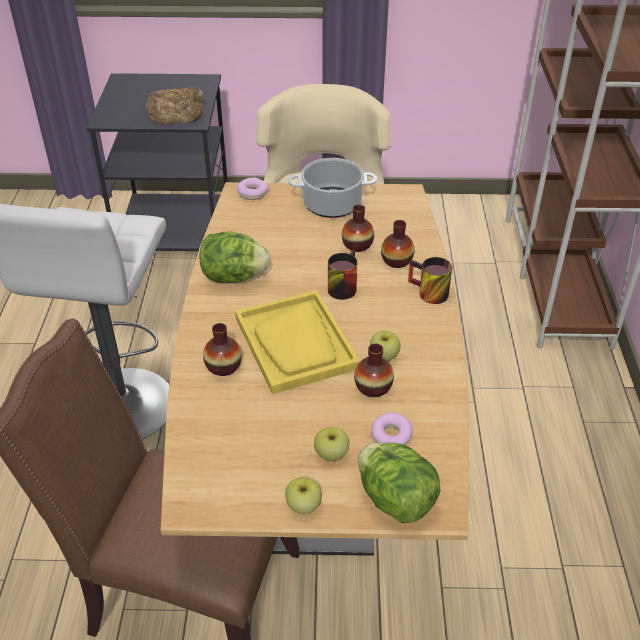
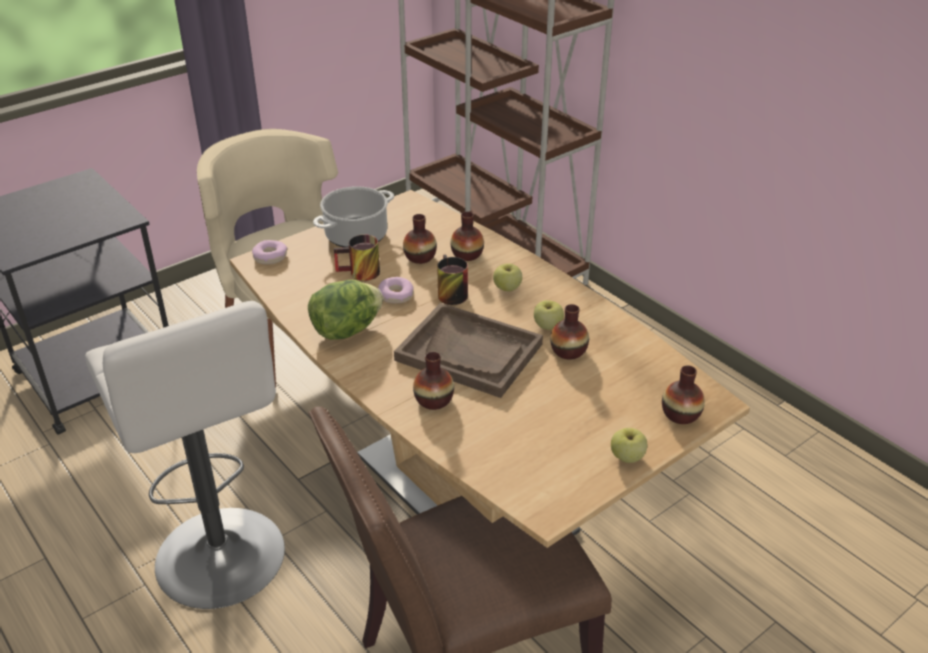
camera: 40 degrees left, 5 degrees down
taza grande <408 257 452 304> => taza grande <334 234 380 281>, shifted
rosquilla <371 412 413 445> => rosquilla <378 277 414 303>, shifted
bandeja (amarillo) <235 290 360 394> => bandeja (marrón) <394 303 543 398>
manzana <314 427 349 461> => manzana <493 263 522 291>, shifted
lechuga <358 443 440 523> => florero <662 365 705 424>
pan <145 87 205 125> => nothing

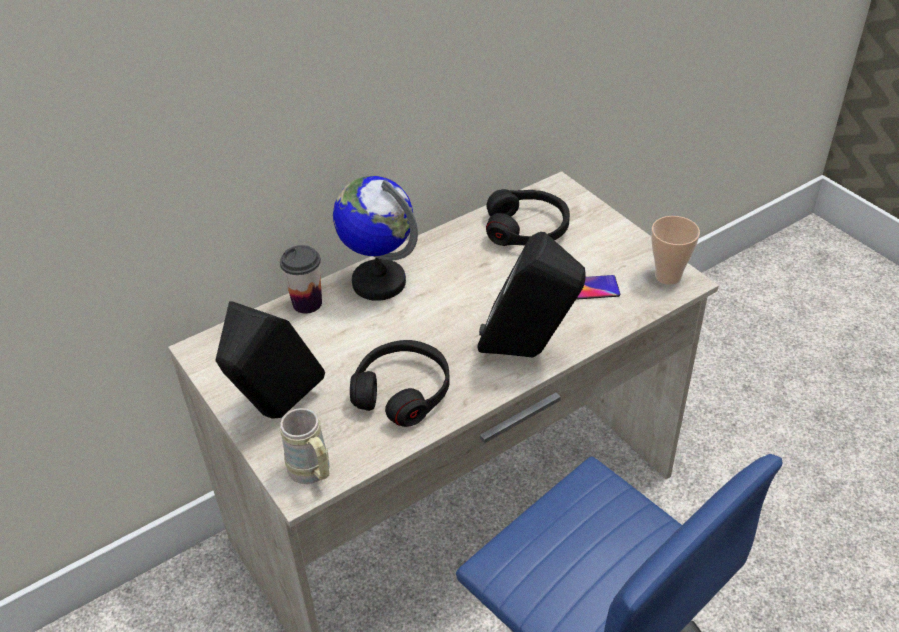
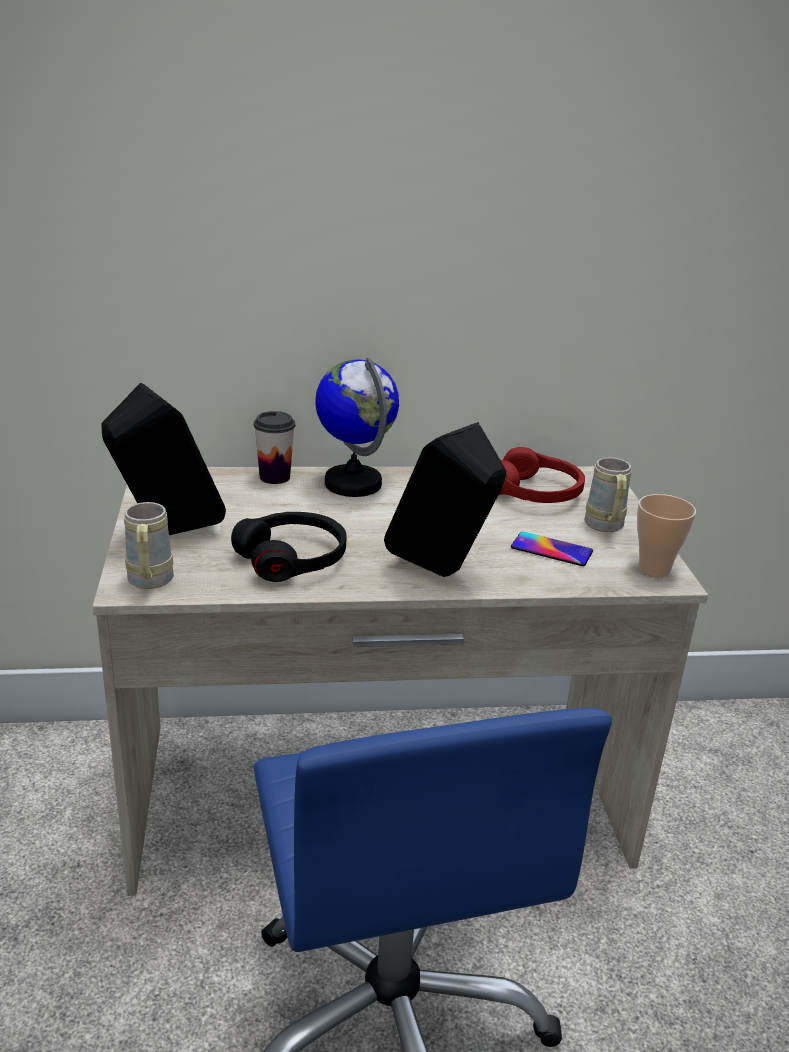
camera: 25 degrees right, 15 degrees down
auriculares (negro) <486 189 570 246> => auriculares (rojo) <499 447 585 503>
nothing => taza grande (beis) <585 457 631 532>

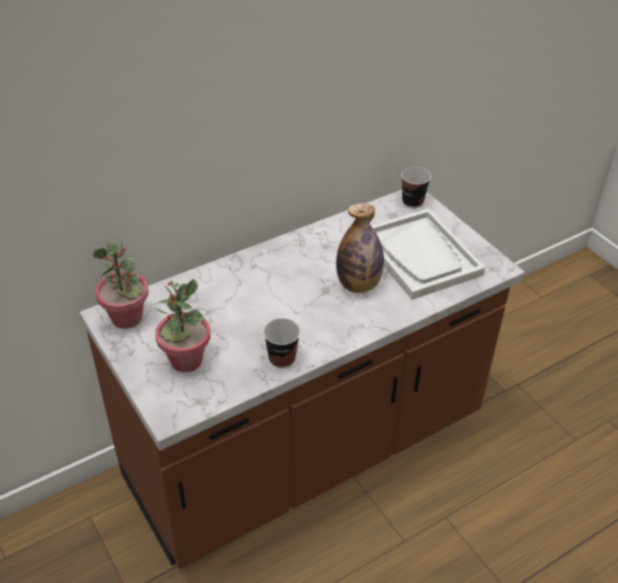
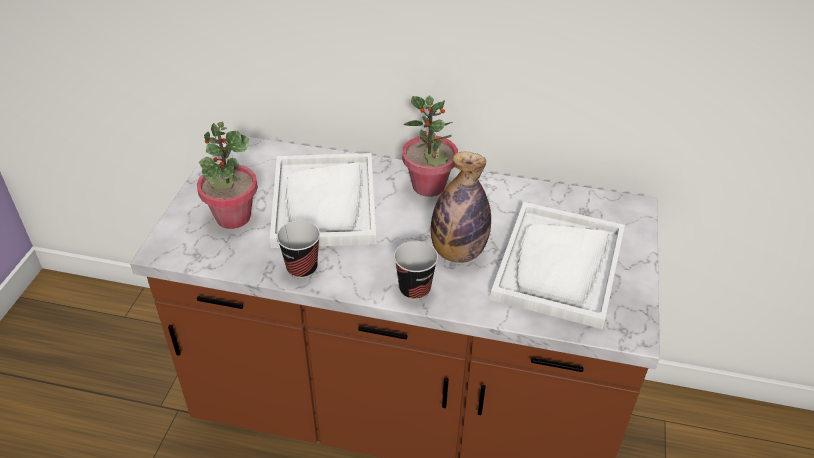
camera: 45 degrees right, 0 degrees up
nothing => bandeja (blanco) <270 153 376 248>
taza <401 167 431 208> => taza <394 241 438 300>, shifted
planta en maceta <93 241 148 329> => planta en maceta <402 96 458 197>, shifted

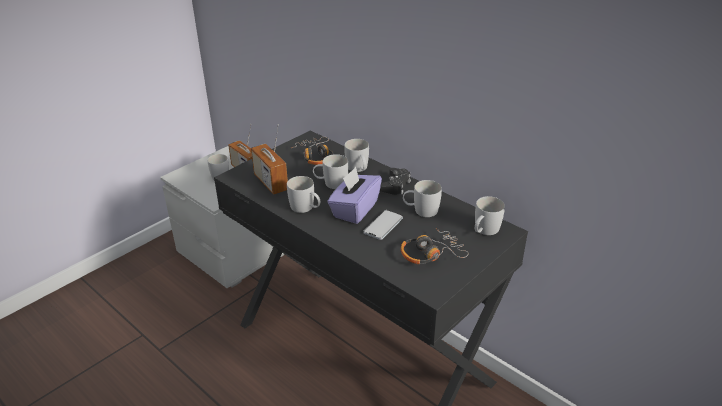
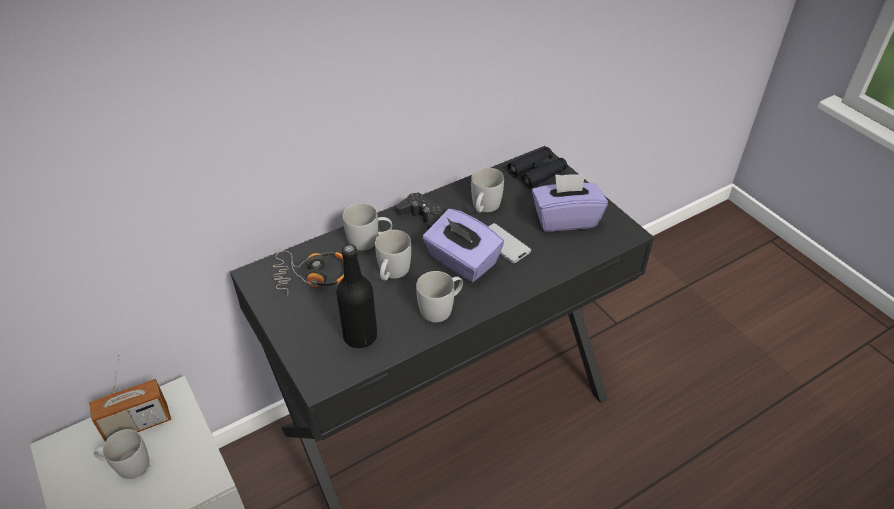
camera: 75 degrees left, 10 degrees up
radio <251 124 288 195> => botella (negro) <336 244 377 348>
taza grande (blanco) <475 196 505 235> => prismáticos (negro) <507 147 567 189>
auriculares <401 228 469 264> => caja de pañuelos (morado) <532 173 608 232>

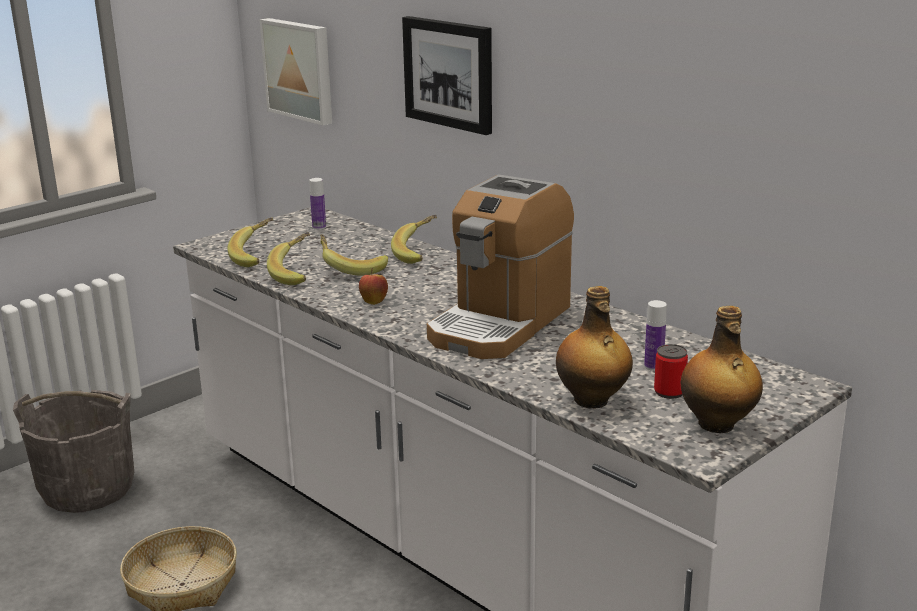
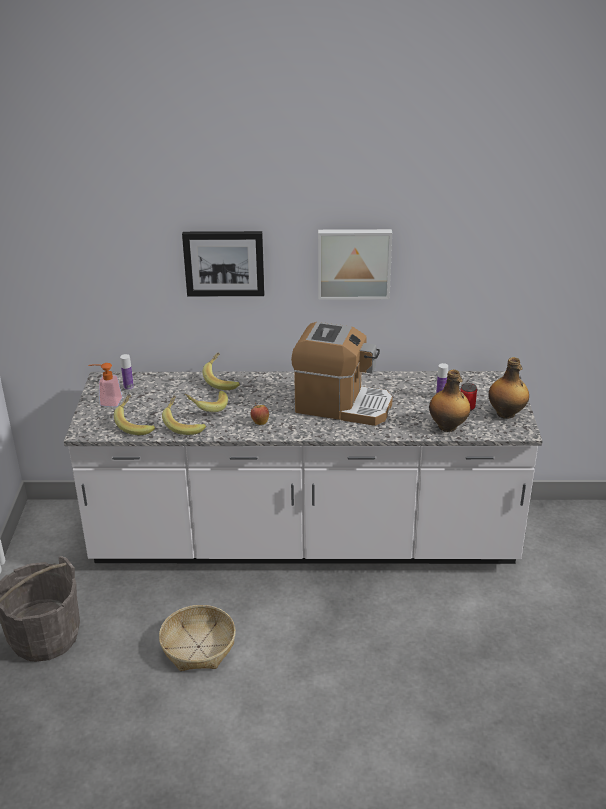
camera: 45 degrees left, 10 degrees up
nothing => dispensador de jabón <88 363 122 407>
cafetera <427 174 574 359> => cafetera <291 322 393 426>, 60 degrees counterclockwise
cuadro <260 18 332 125> => cuadro <318 229 392 300>, shifted

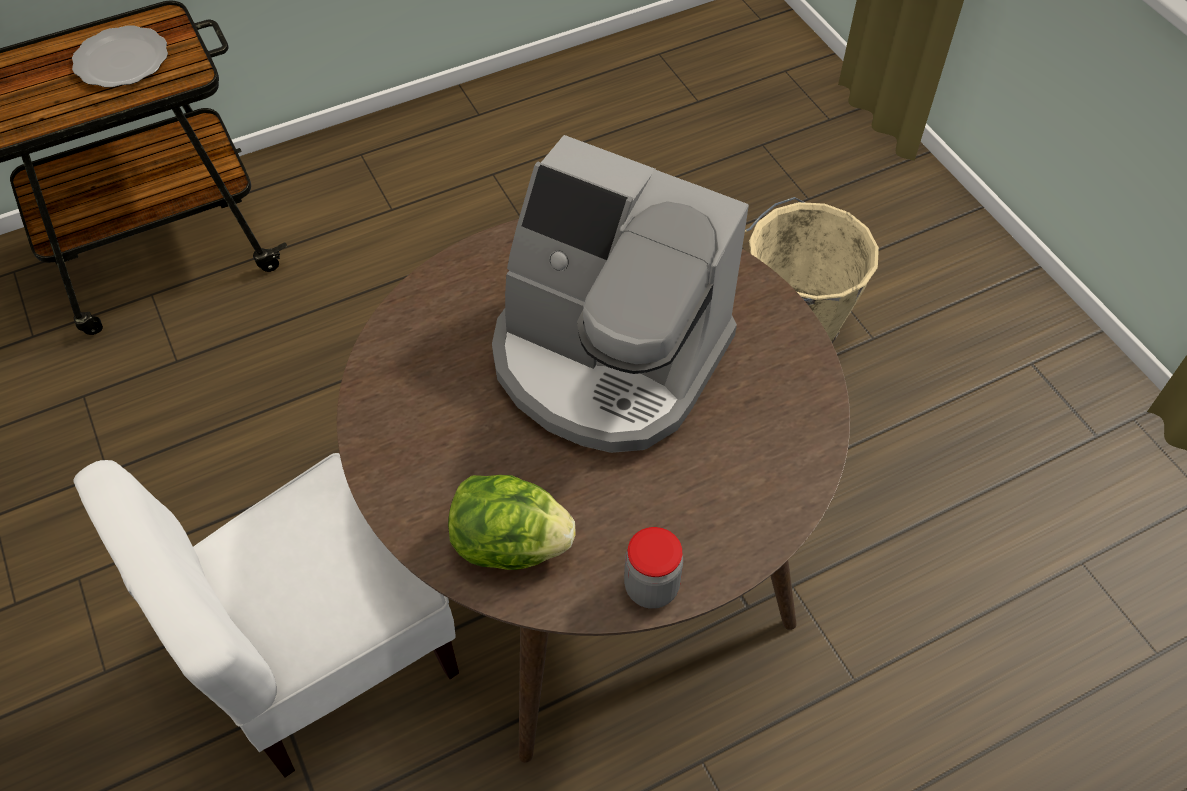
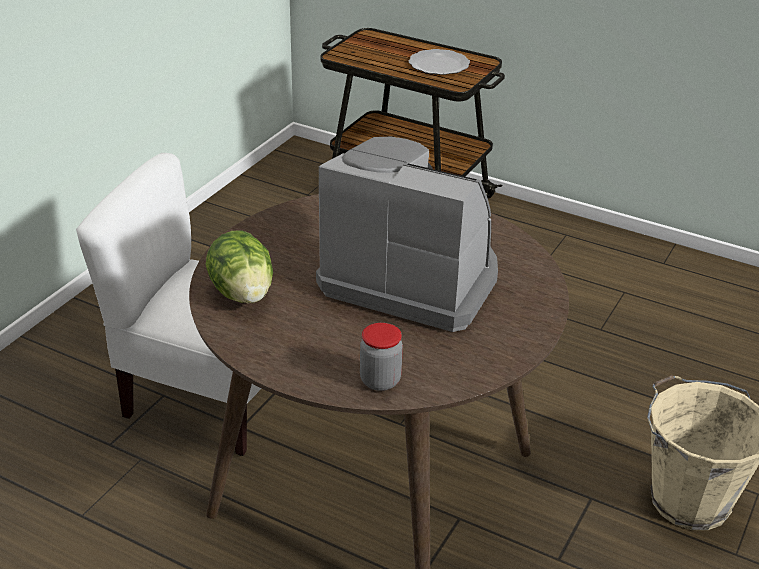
camera: 55 degrees right, 20 degrees down
cafetera <492 135 749 453> => cafetera <316 137 498 332>, 120 degrees clockwise
tarro <624 527 683 609> => tarro <360 323 403 391>, shifted

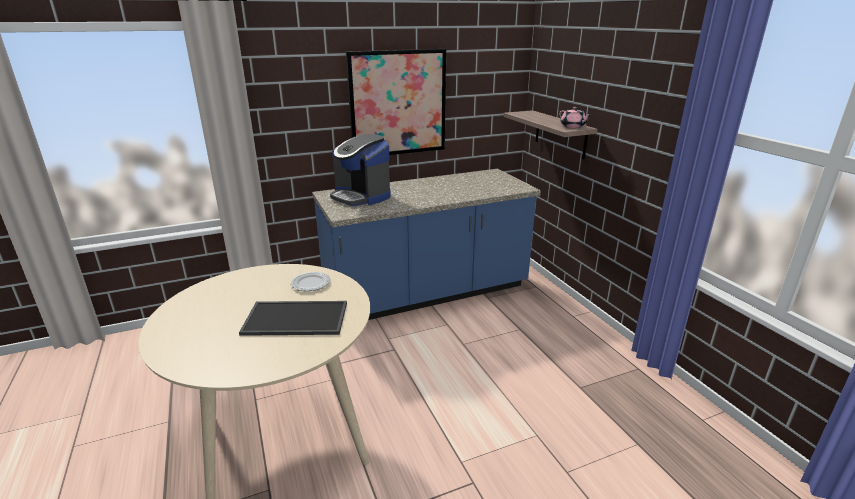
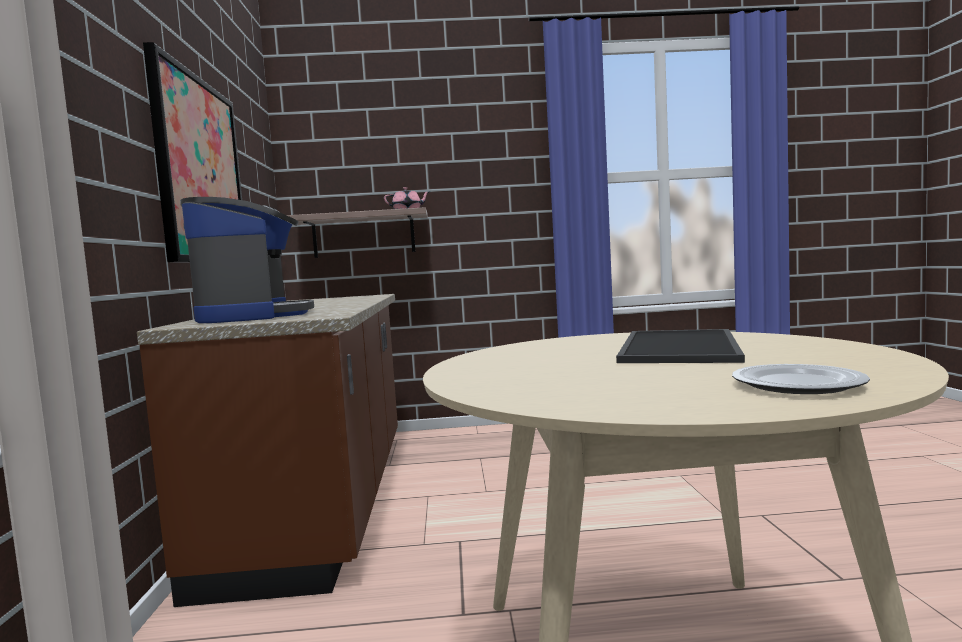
camera: 70 degrees left, 20 degrees down
mueble bajo de cocina (azul) <312 169 541 320> => mueble bajo de cocina (marrón) <137 294 398 607>
cafetera <330 134 391 206> => cafetera <180 197 314 323>, 75 degrees counterclockwise
plato <291 272 330 291> => plato <732 364 870 394>, shifted

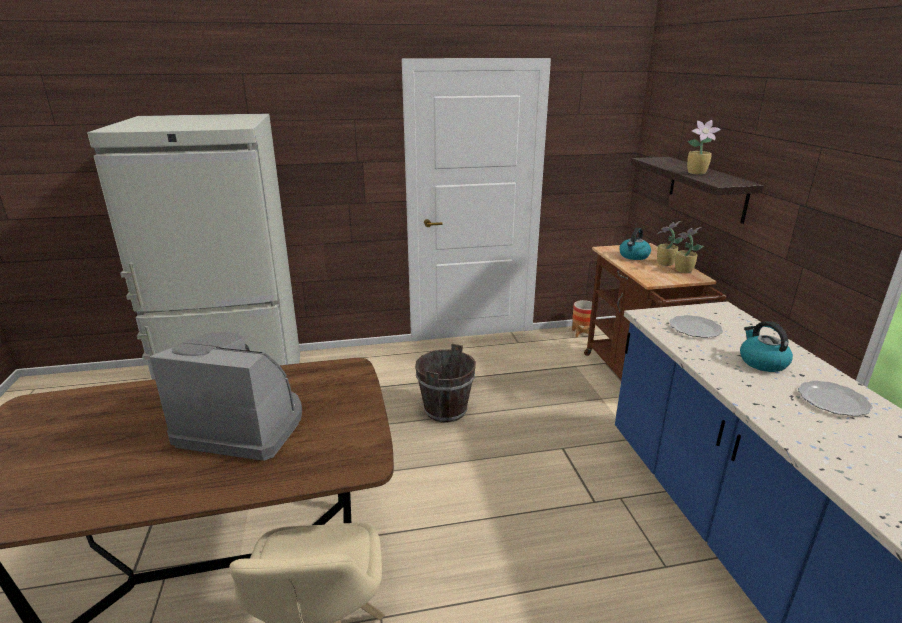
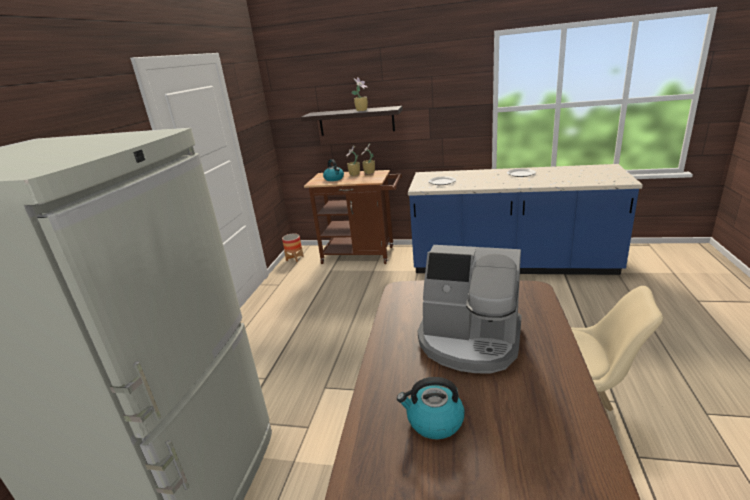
camera: 65 degrees left, 0 degrees up
hervidor <740 321 793 372> => hervidor <397 377 464 439>, shifted
cafetera <150 332 302 461> => cafetera <418 245 522 373>, 105 degrees counterclockwise
cubo (marrón) <415 344 476 422> => nothing

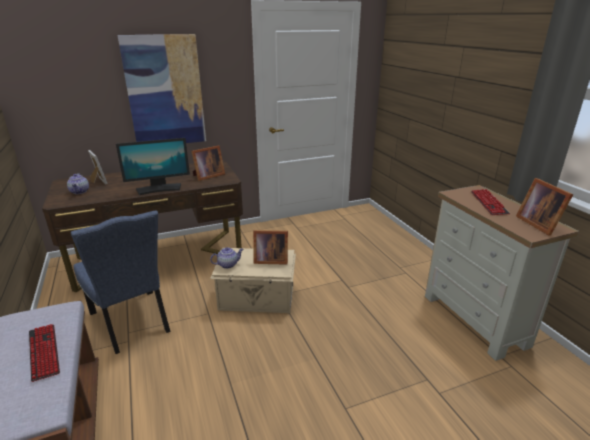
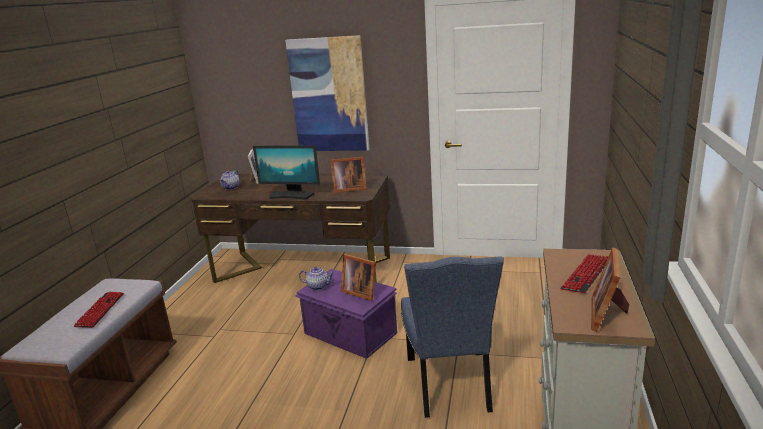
camera: 35 degrees right, 5 degrees down
caja de almacenaje (beis) <210 248 296 313> => caja de almacenaje (morado) <295 269 397 359>
silla (azul) <71 210 170 354> => silla (azul) <401 256 504 418>, shifted

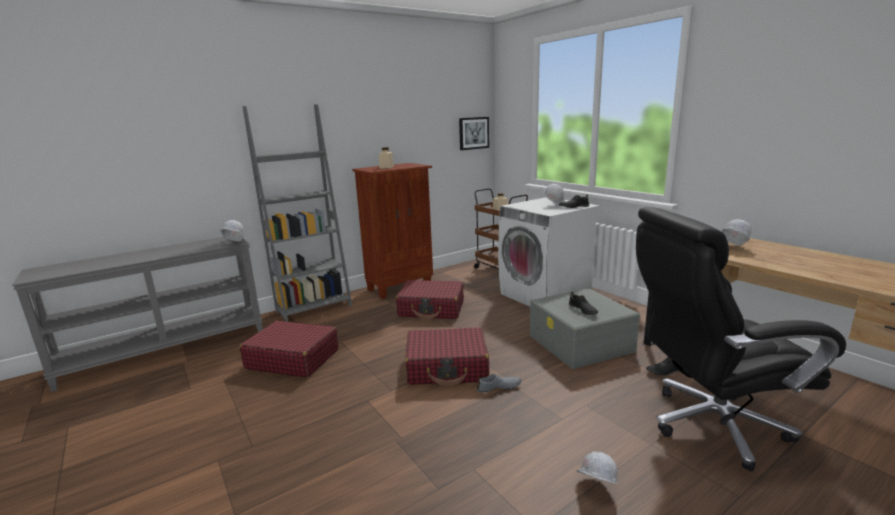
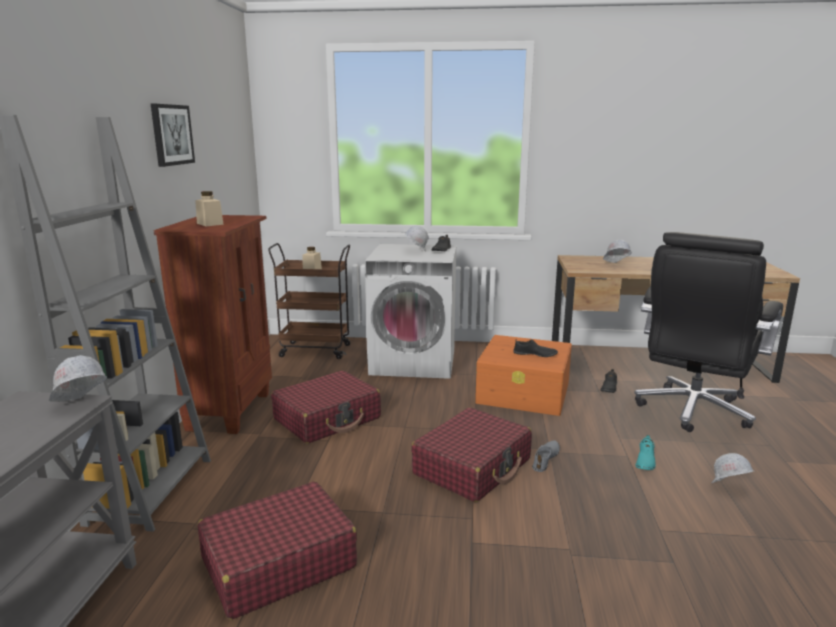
camera: 50 degrees left, 0 degrees up
cuadro <459 117 489 150> => cuadro <151 104 195 167>, shifted
caja de almacenaje (gris) <530 288 640 369> => caja de almacenaje (naranja) <475 335 572 416>
nothing => zapato (turquesa) <635 435 656 470>

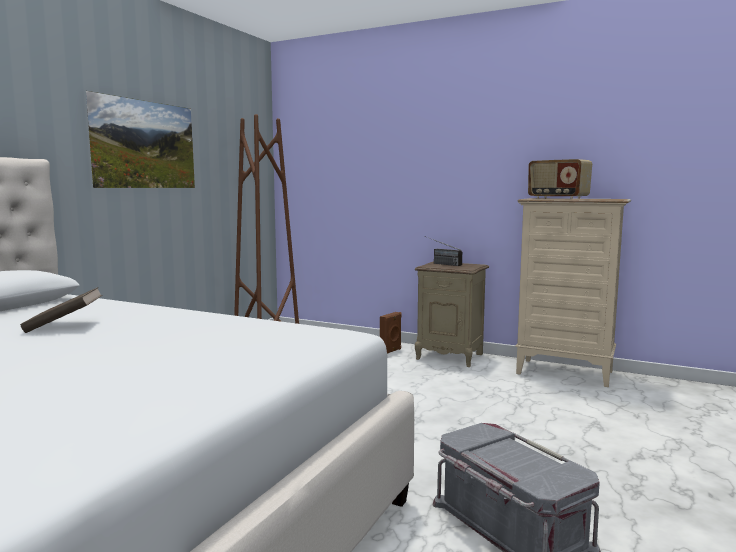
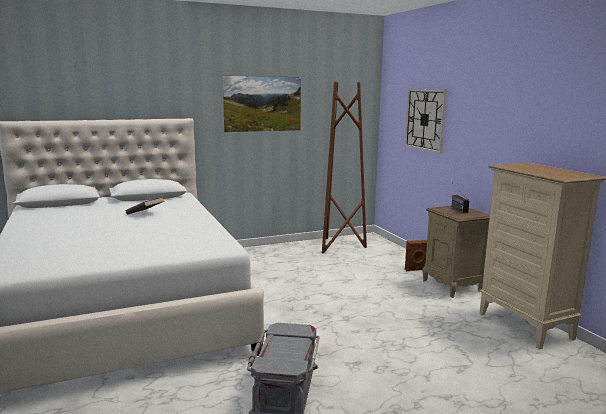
camera: 40 degrees right, 5 degrees up
nothing => reloj de pared <405 89 447 153>
radio <528 159 592 199> => nothing

